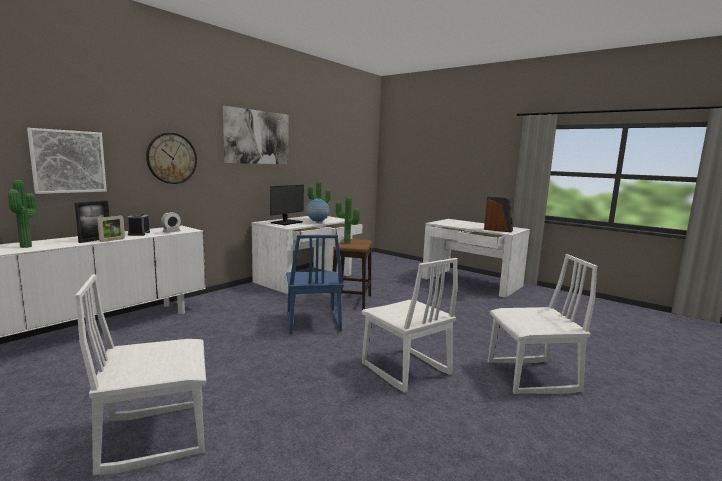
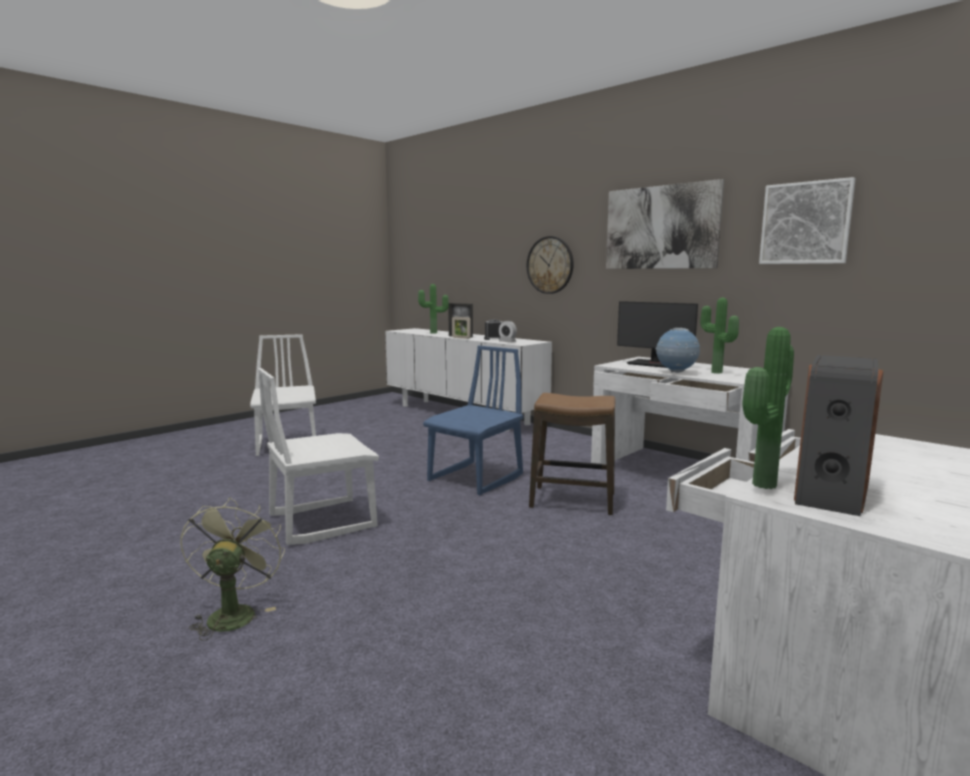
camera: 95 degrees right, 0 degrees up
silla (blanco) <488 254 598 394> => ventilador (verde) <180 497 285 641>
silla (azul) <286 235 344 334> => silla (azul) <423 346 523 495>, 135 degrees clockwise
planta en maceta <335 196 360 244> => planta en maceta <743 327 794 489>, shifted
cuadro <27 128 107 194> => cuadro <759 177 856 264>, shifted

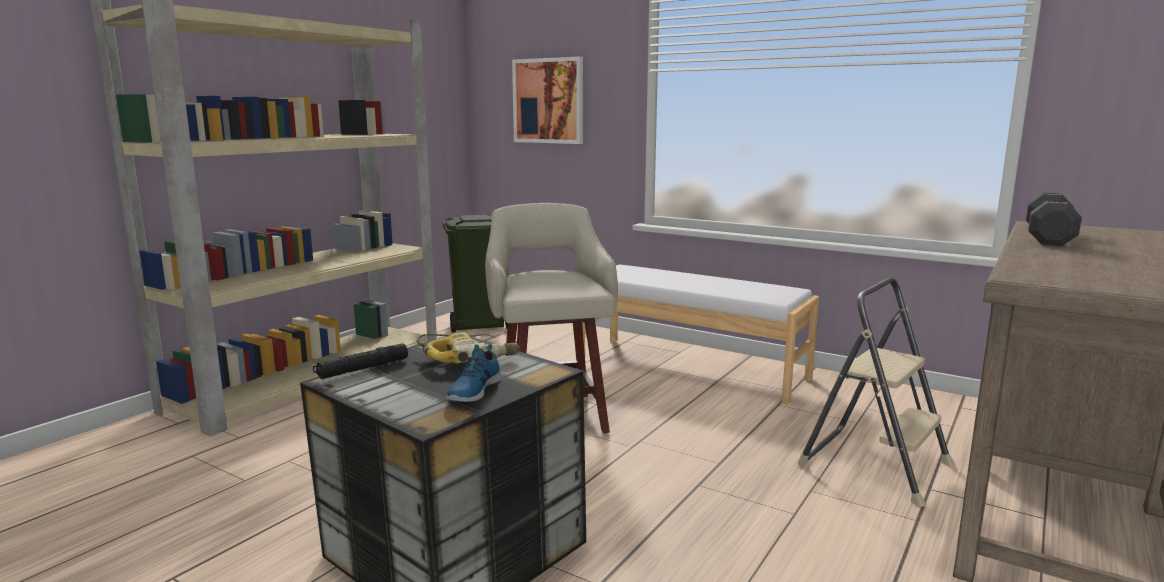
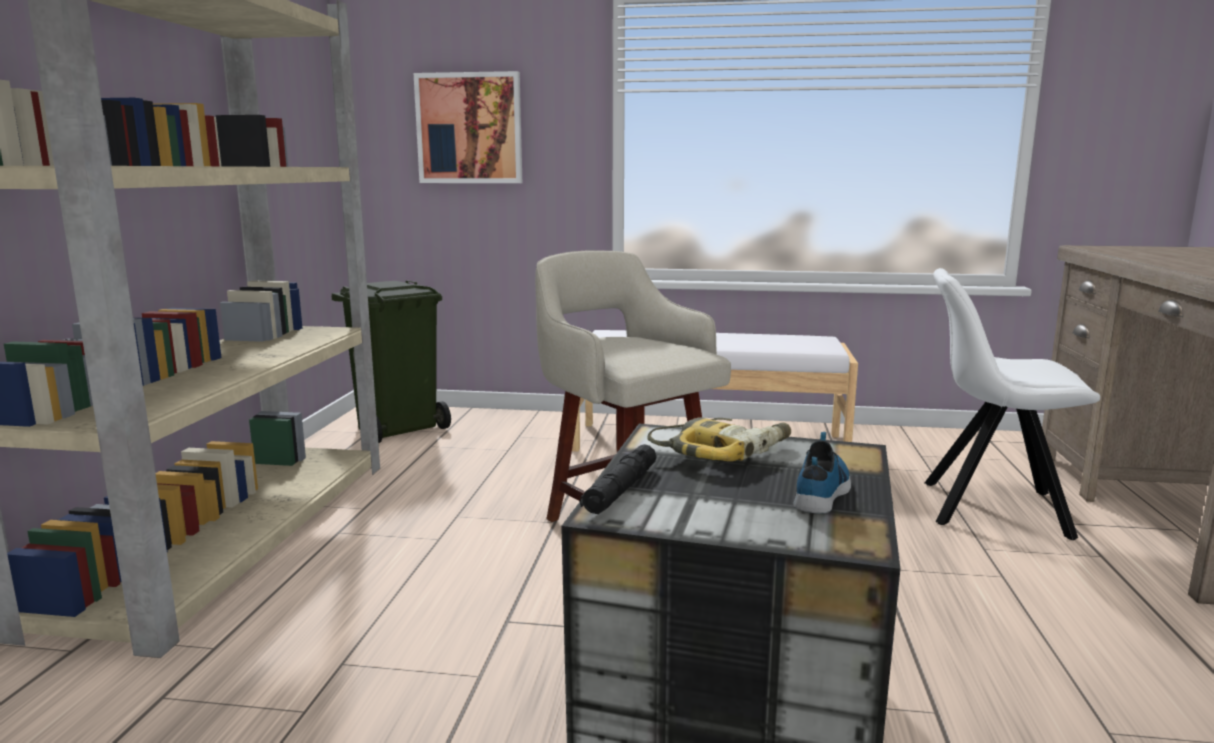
camera: 25 degrees left, 0 degrees up
zapato <446 344 502 402> => zapato <793 432 851 513>, 150 degrees counterclockwise
escalera de tijera (beis) <798 278 955 507> => silla (blanco) <925 268 1100 540>
mancuerna (negro) <1026 193 1082 246> => nothing

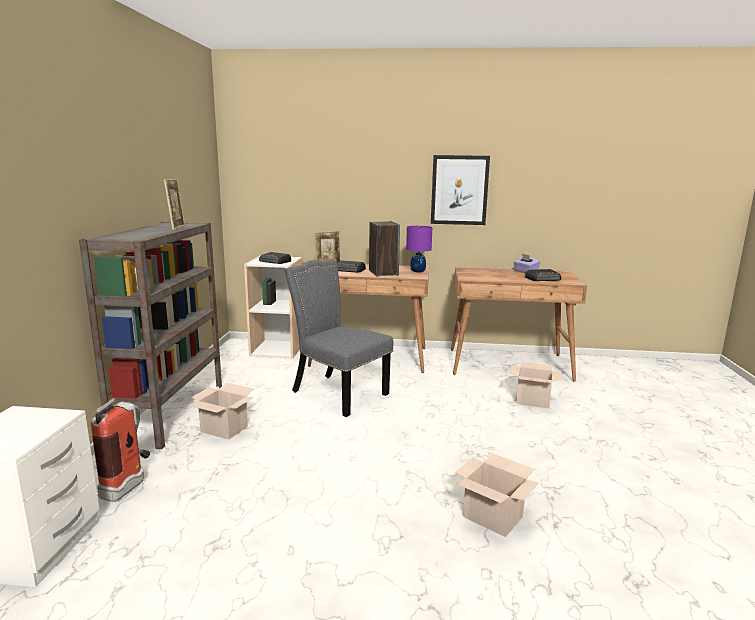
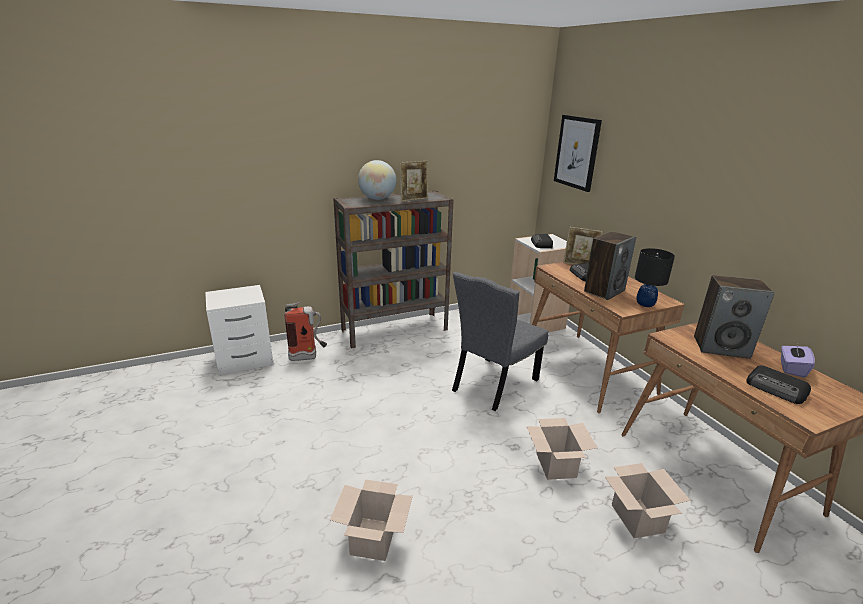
camera: 60 degrees right, 10 degrees up
nothing => globo terráqueo <358 160 396 200>
silla (gris) <284 259 393 417> => silla (gris) <452 272 549 411>, 150 degrees counterclockwise
caja de cartón <188 383 254 440> => caja de cartón <526 418 597 480>, shifted
cuadro <431 155 490 225> => cuadro <554 115 602 192>, shifted
lámpara de mesa (morado) <406 226 432 273> => lámpara de mesa (negro) <635 248 675 307>
nothing => altavoz <694 275 775 359>

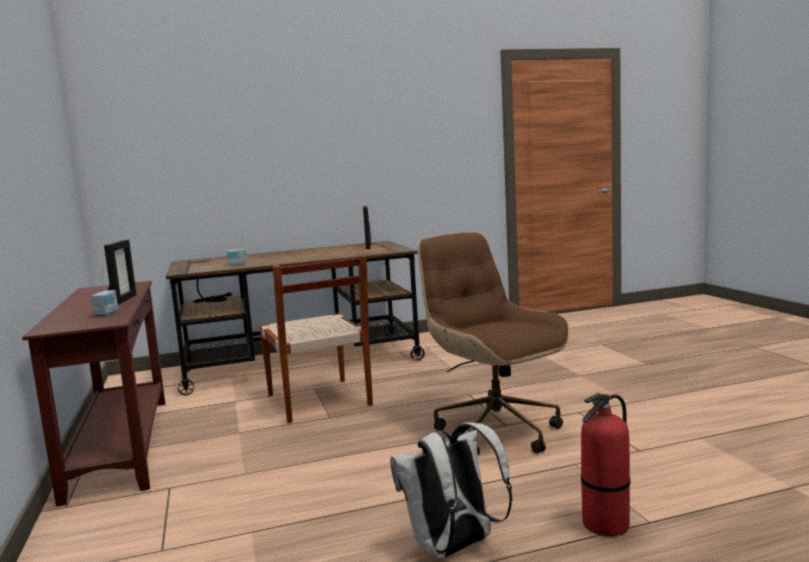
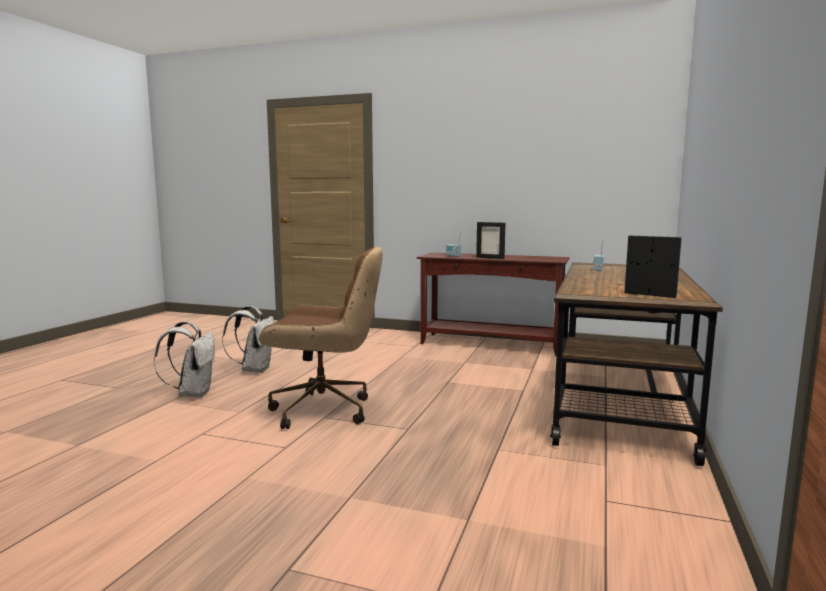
camera: 125 degrees right, 0 degrees up
extintor <581 393 630 536> => mochila (blanco) <154 321 215 398>
silla <259 255 373 423> => nothing

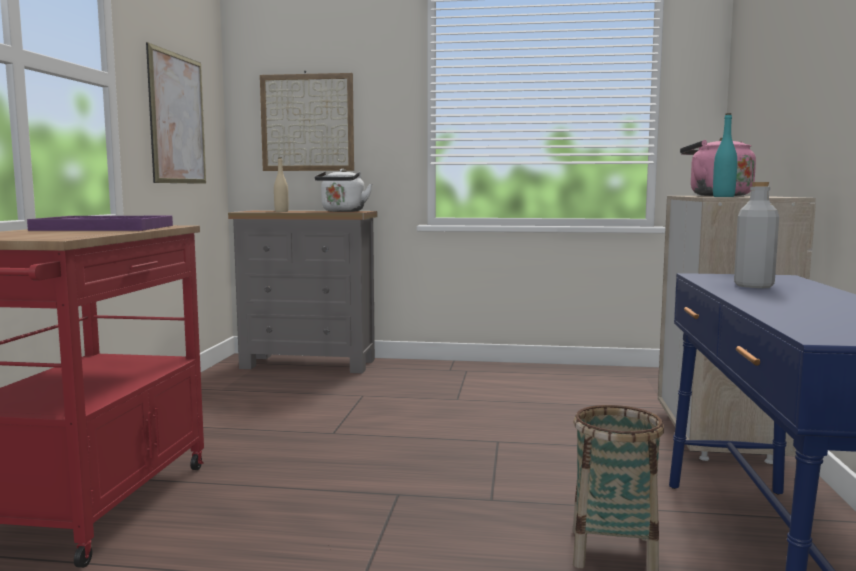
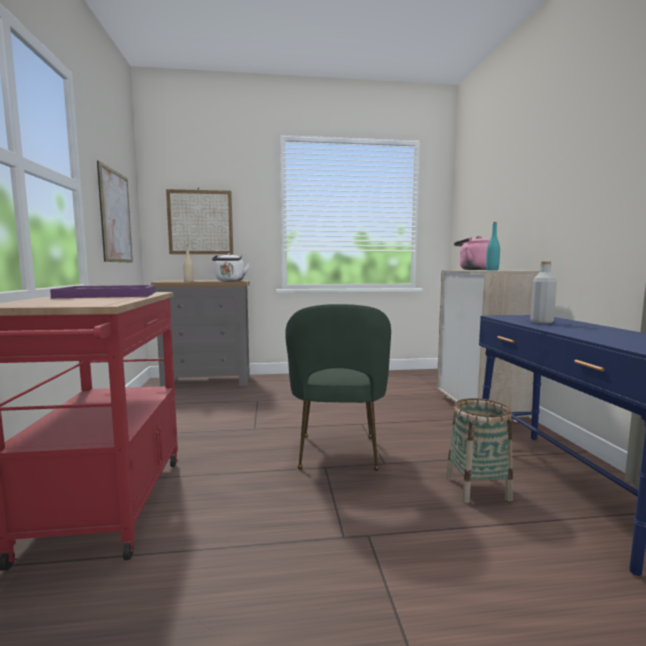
camera: 15 degrees left, 0 degrees up
nothing => silla (verde) <285 304 391 471>

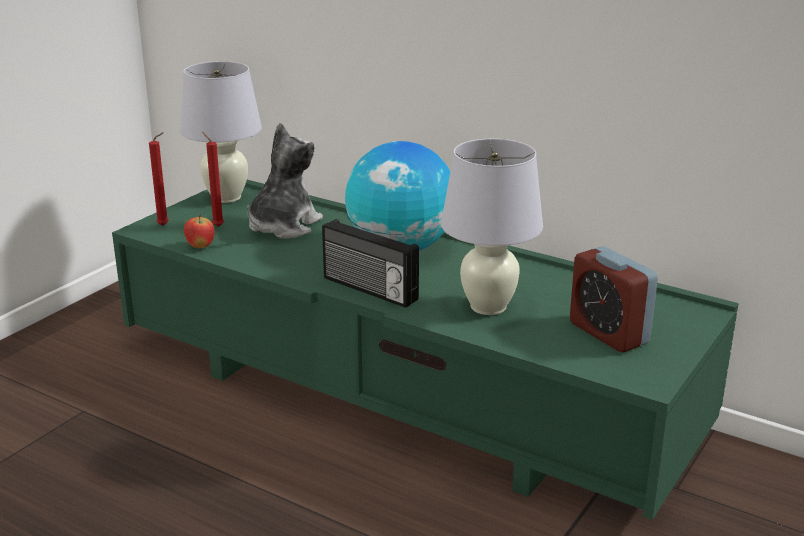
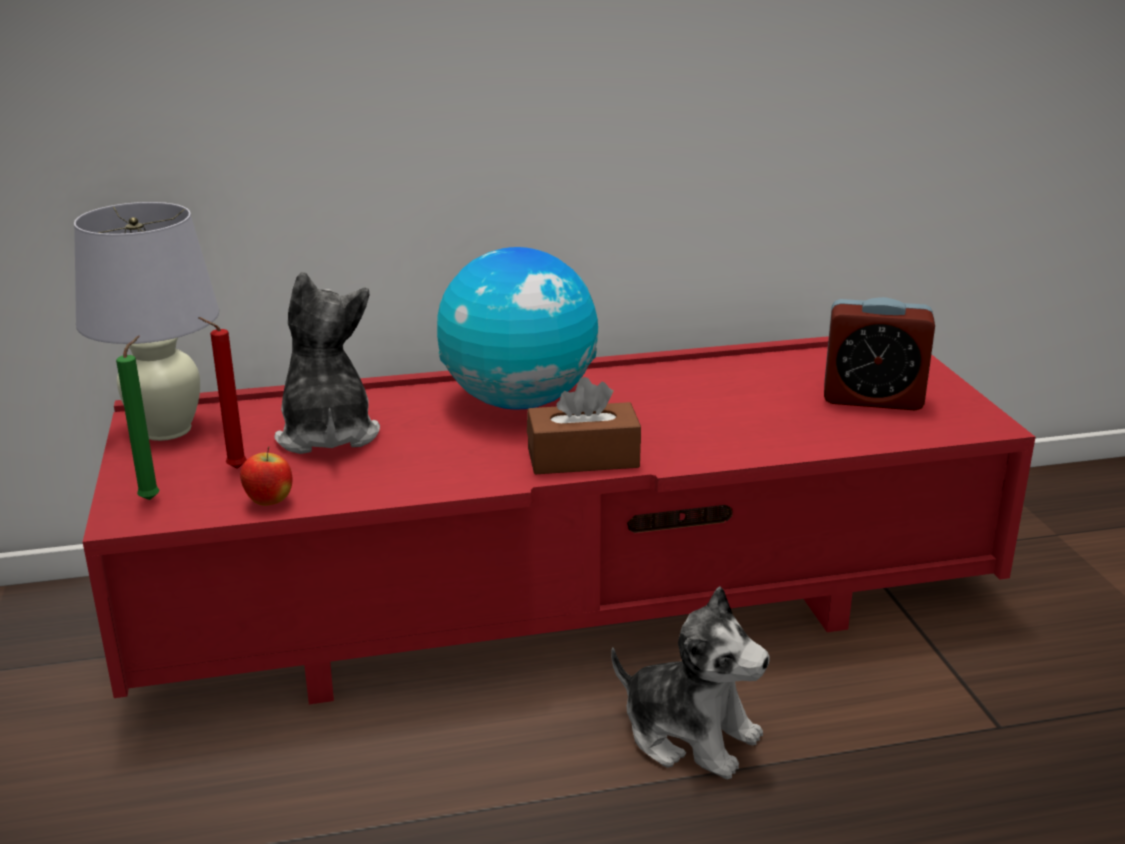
camera: 45 degrees left, 0 degrees up
mueble de televisión (verde) <112 180 739 520> => mueble de televisión (rojo) <83 336 1035 704>
vela (rojo) <149 132 169 226> => vela (verde) <116 336 160 500>
radio <322 219 419 308> => caja de pañuelos (marrón) <527 377 641 474>
nothing => peluche <611 587 770 780>
lámpara de mesa (blanco) <441 139 543 315> => nothing

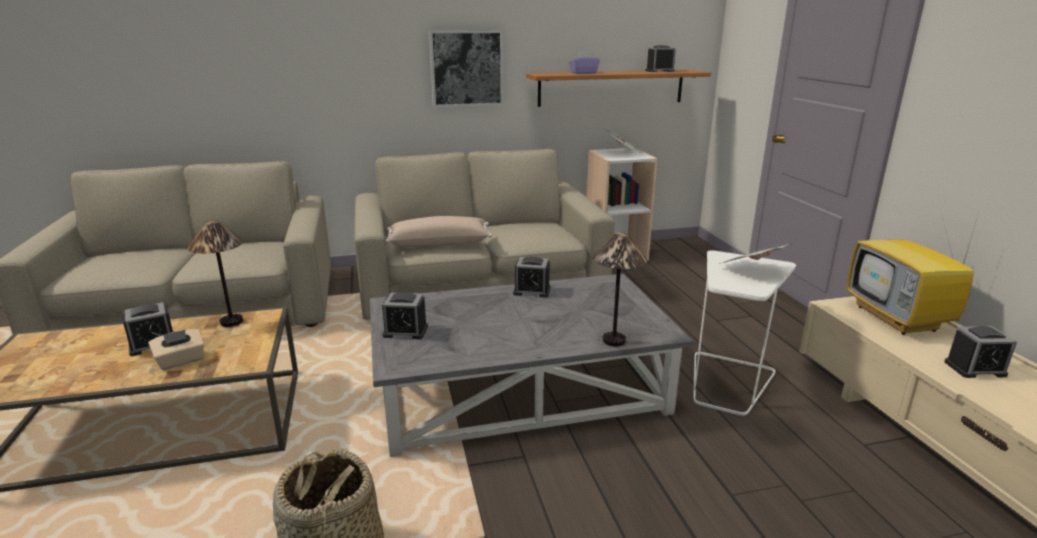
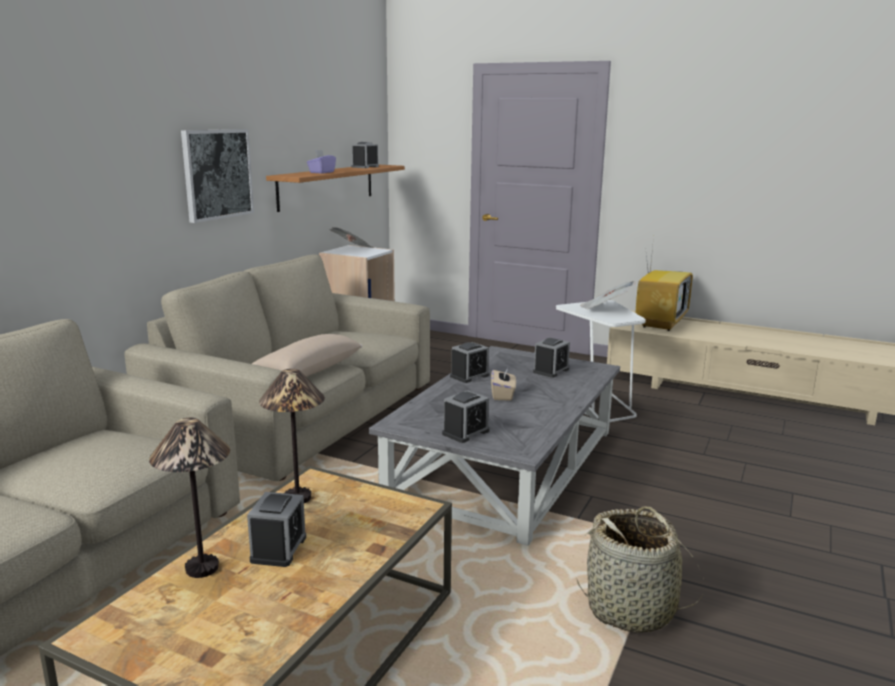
camera: 50 degrees left, 5 degrees down
lámpara de mesa <592 232 647 346> => lámpara de mesa <149 418 230 578>, shifted
caja de pañuelos (beis) <148 329 205 370> => caja de pañuelos (beis) <491 367 516 401>, shifted
despertador <944 326 1017 378> => despertador <533 337 570 378>, shifted
televisor <847 213 979 335> => televisor <636 237 693 331>, 90 degrees counterclockwise

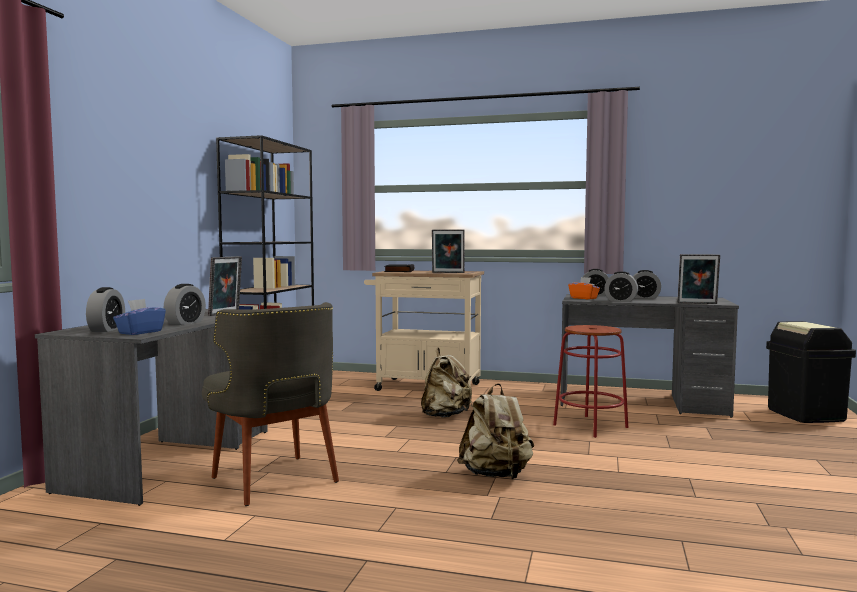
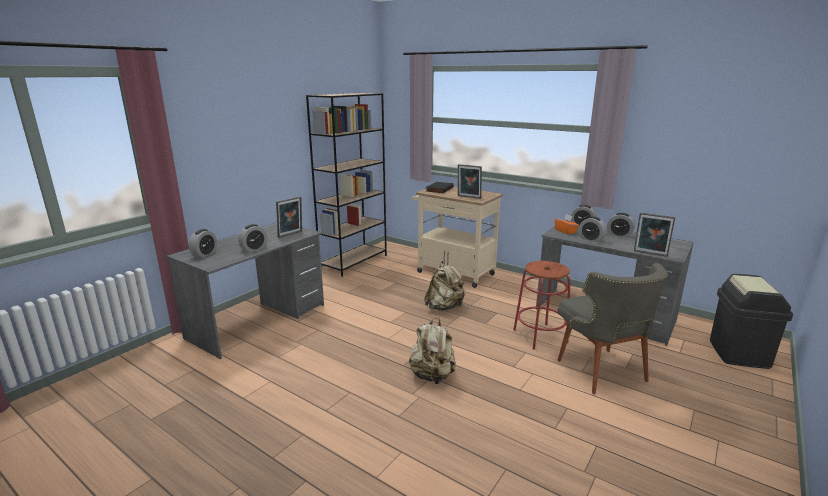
camera: 20 degrees right, 15 degrees up
silla (gris) <202 302 339 506> => silla (gris) <558 263 668 394>, shifted
caja de pañuelos (azul) <113 299 166 335> => nothing

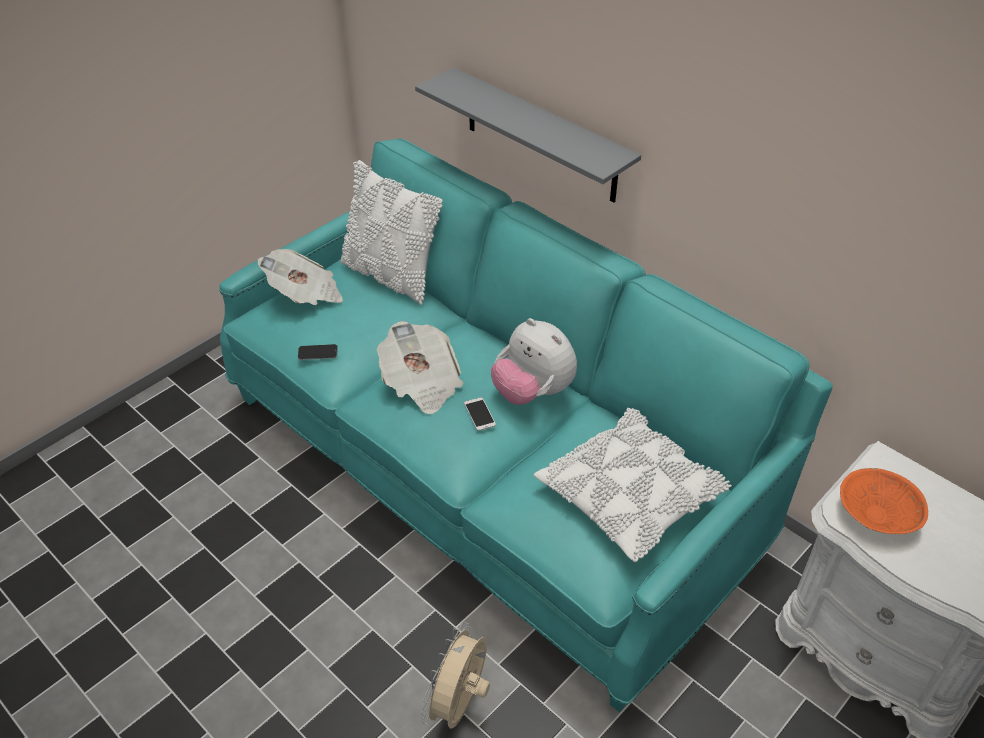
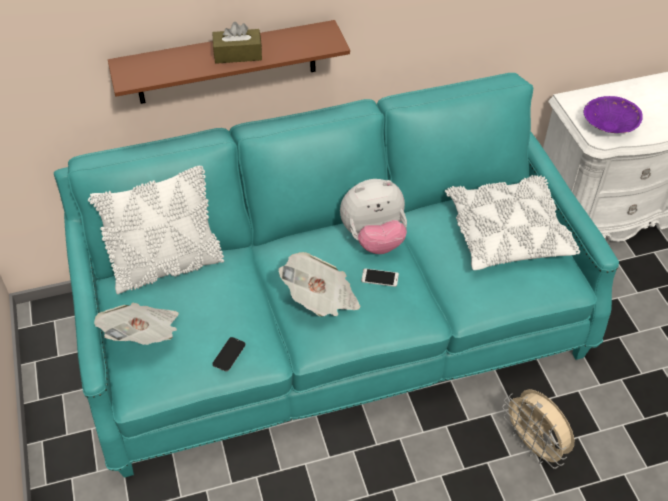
camera: 60 degrees left, 5 degrees up
estante (gris) <415 68 641 203> => estante (marrón) <108 20 350 104>
nothing => caja de pañuelos (marrón) <213 22 262 64>
cuenco (naranja) <840 468 928 534> => cuenco (morado) <584 96 643 133>

